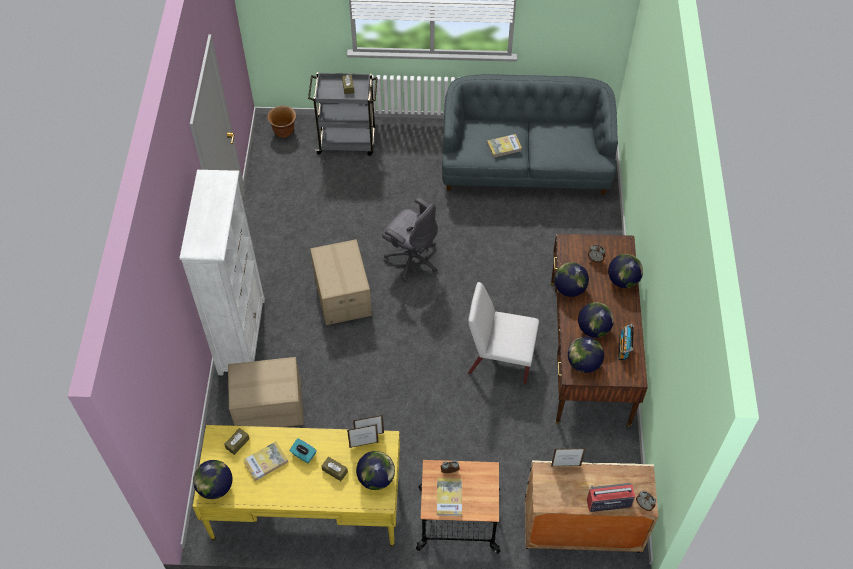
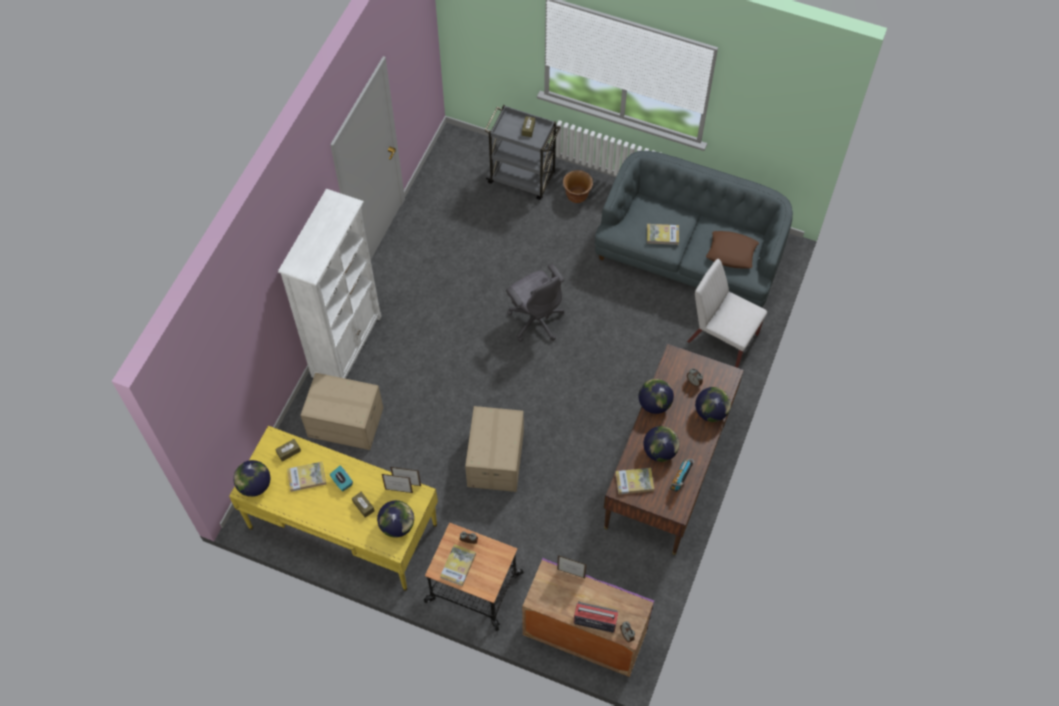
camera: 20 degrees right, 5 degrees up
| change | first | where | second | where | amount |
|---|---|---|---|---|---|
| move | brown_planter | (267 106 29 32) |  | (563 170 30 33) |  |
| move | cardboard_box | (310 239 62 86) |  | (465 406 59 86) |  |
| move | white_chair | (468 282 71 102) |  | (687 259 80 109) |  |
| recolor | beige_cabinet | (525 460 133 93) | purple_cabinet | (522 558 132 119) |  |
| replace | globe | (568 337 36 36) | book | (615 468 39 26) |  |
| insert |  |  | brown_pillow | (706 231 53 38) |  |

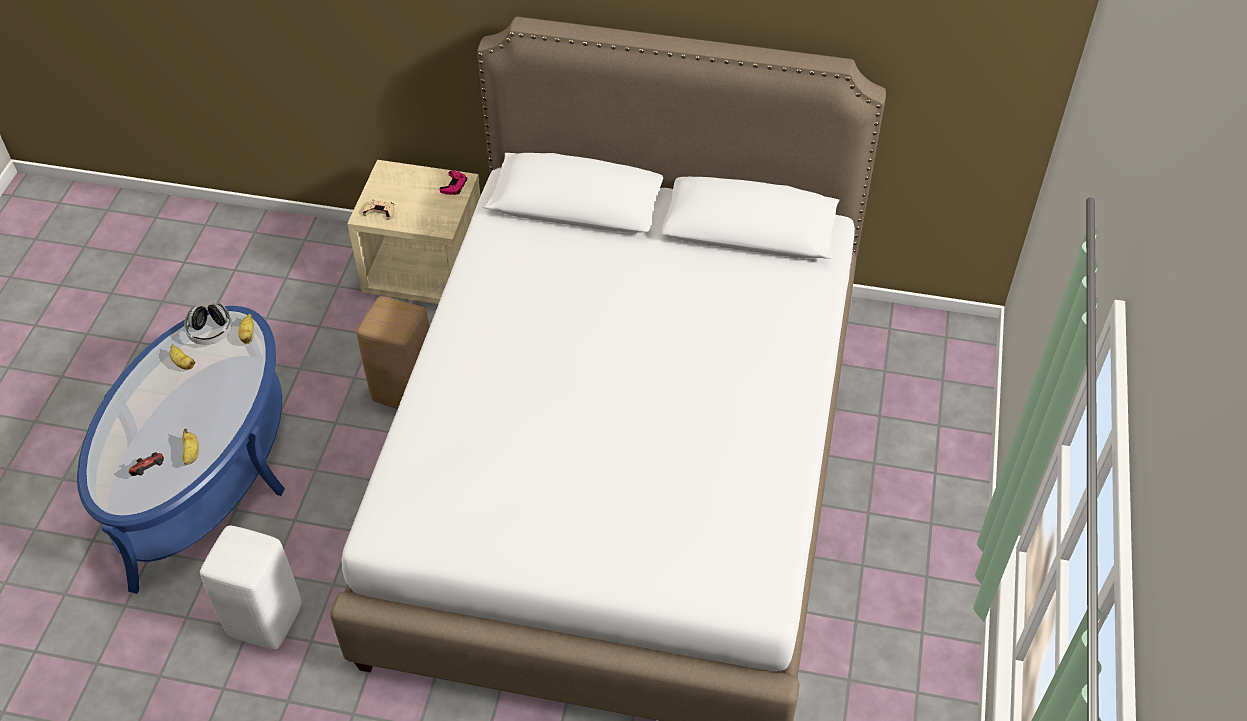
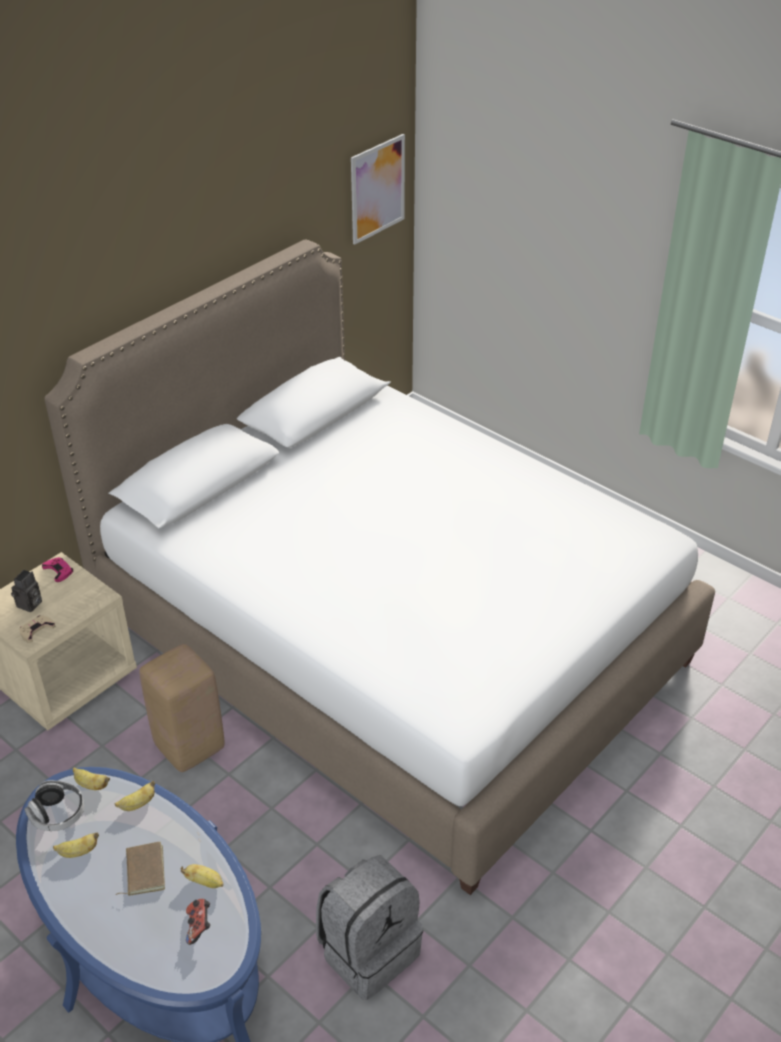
camera: 60 degrees left, 10 degrees down
| change | first | where | second | where | amount |
|---|---|---|---|---|---|
| replace | white_stool | (200 526 102 123) | grey_backpack | (316 855 107 145) |  |
| insert |  |  | photo_camera | (11 570 31 42) |  |
| insert |  |  | banana | (115 781 40 30) |  |
| insert |  |  | brown_book | (116 842 49 54) |  |
| insert |  |  | picture | (351 134 54 111) |  |

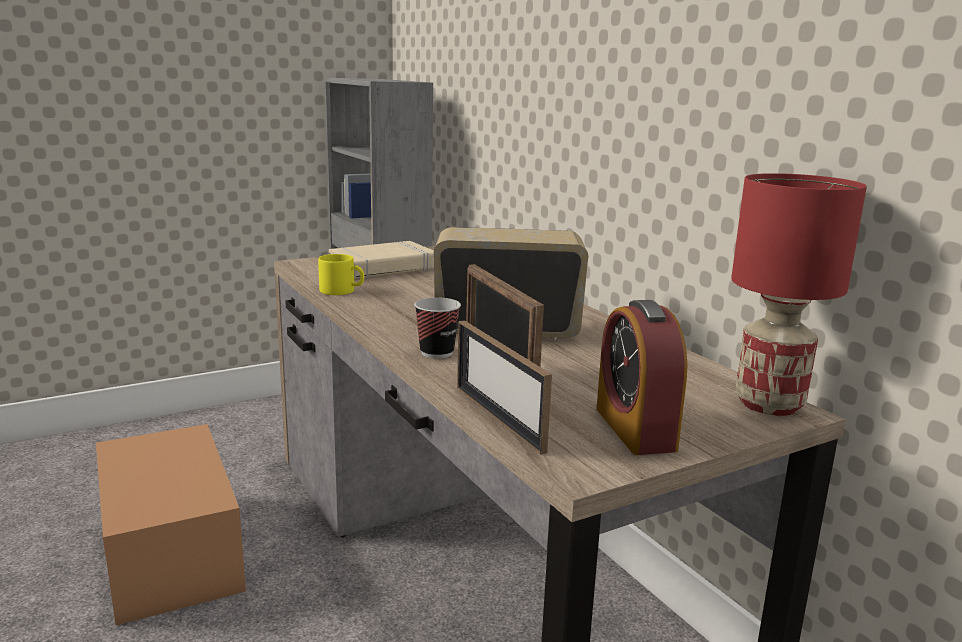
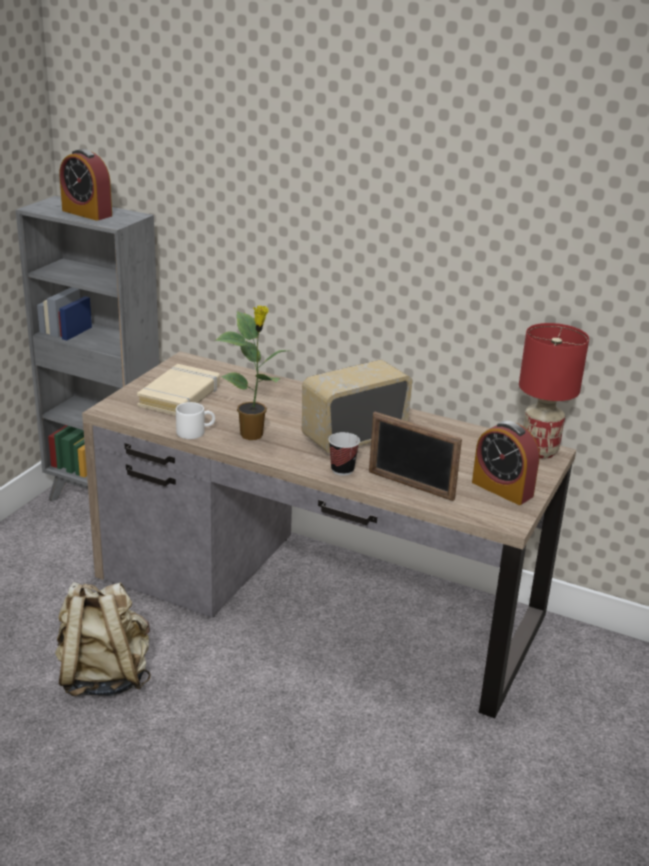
camera: 35 degrees left, 10 degrees up
| change | first | where | second | where | amount |
|---|---|---|---|---|---|
| replace | cardboard_box | (96 424 150 201) | beige_backpack | (55 582 96 114) |  |
| recolor | yellow_mug | (318 254 46 41) | white_mug | (176 402 39 37) |  |
| delete | picture_frame | (457 320 95 135) |  |  |  |
| insert |  |  | alarm_clock | (60 149 52 72) |  |
| insert |  |  | potted_plant | (215 305 72 135) |  |

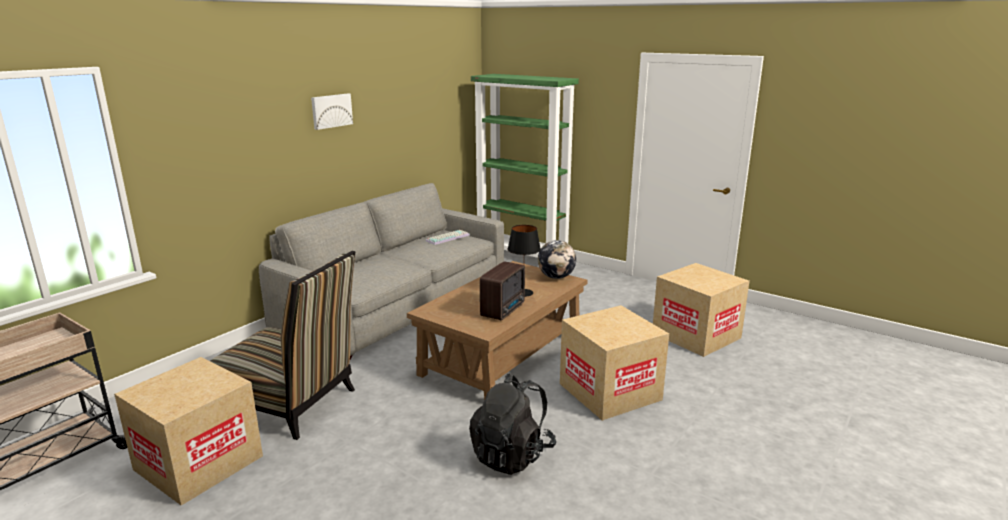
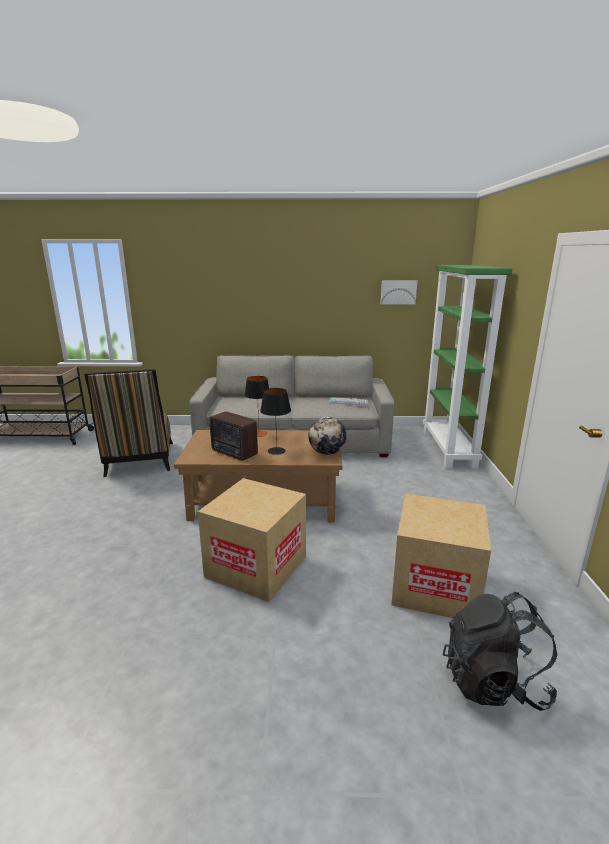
camera: 55 degrees right, 0 degrees up
| change | first | where | second | where | amount |
|---|---|---|---|---|---|
| delete | cardboard_box | (114 357 149 149) |  |  |  |
| move | picture | (311 94 42 36) |  | (381 280 36 25) |  |
| move | black_backpack | (469 373 87 102) |  | (443 592 114 119) |  |
| rotate | radio | (480 261 45 59) |  | (209 411 49 50) | 45 degrees clockwise |
| insert |  |  | table_lamp | (245 376 24 61) |  |

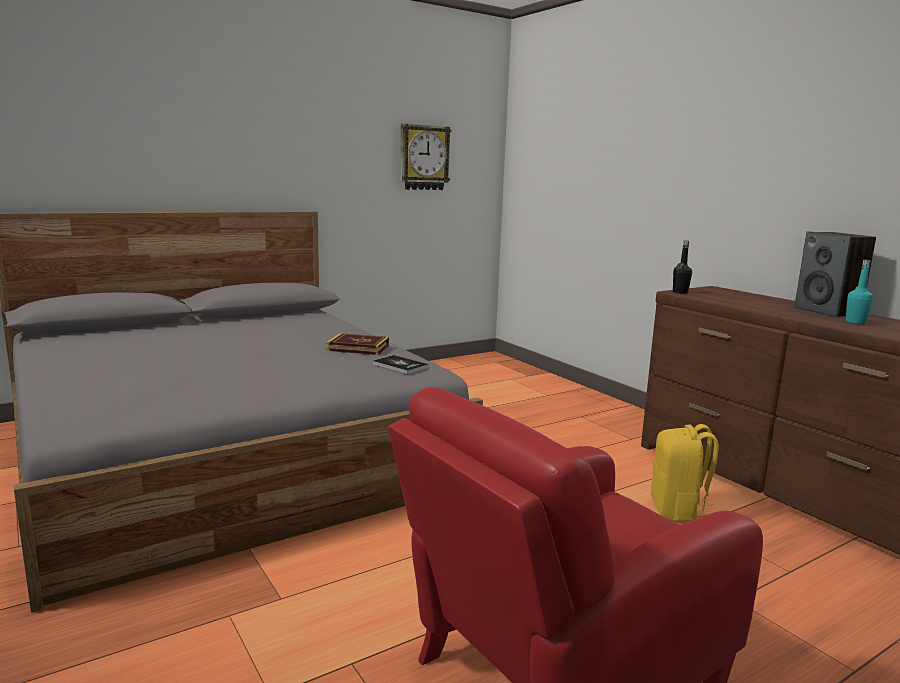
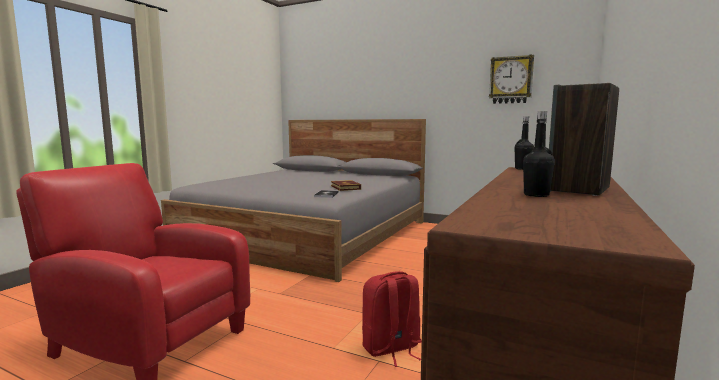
camera: 60 degrees right, 5 degrees down
| change | first | where | second | where | amount |
|---|---|---|---|---|---|
| recolor | yellow_backpack | (651 424 68 99) | red_backpack | (362 271 60 96) |  |
| recolor | turquoise_bottle | (846 260 27 64) | black_bottle | (523 111 32 86) |  |

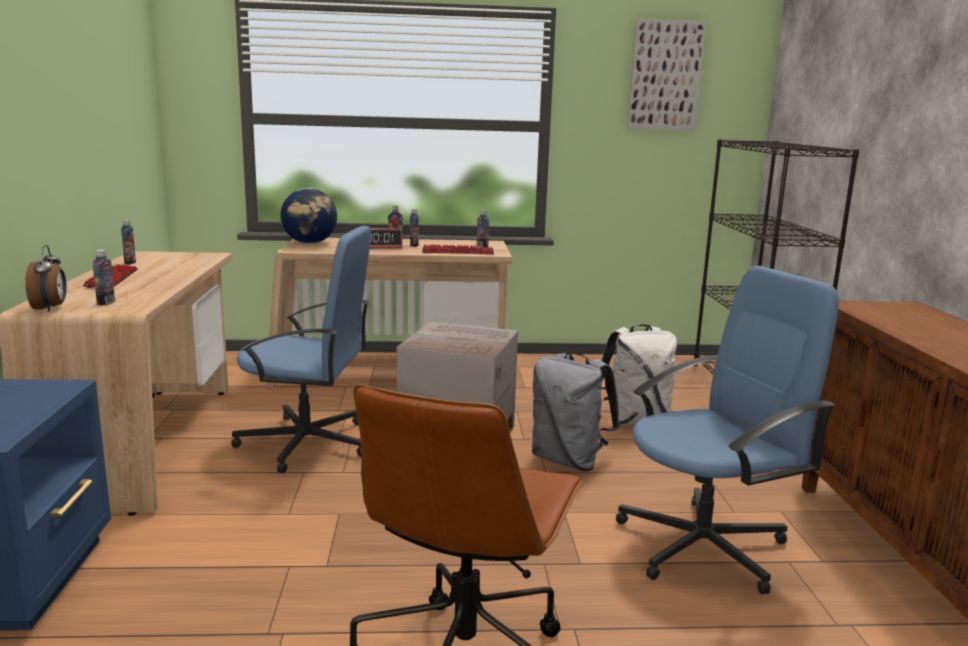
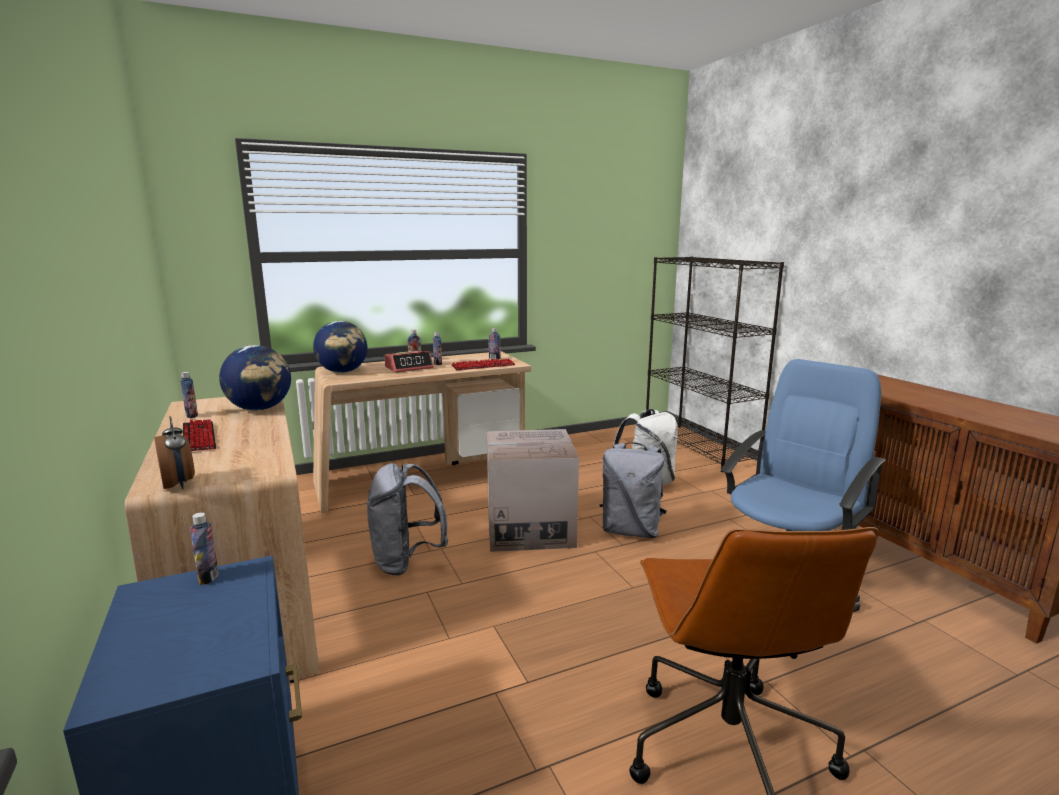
camera: 20 degrees left, 0 degrees up
| change | first | where | second | where | amount |
|---|---|---|---|---|---|
| move | bottle | (93 250 22 55) |  | (190 512 29 73) |  |
| replace | blue_office_chair | (231 226 140 247) | grey_backpack | (366 463 82 113) |  |
| delete | picture | (627 18 80 113) |  |  |  |
| insert |  |  | globe | (219 345 72 66) |  |

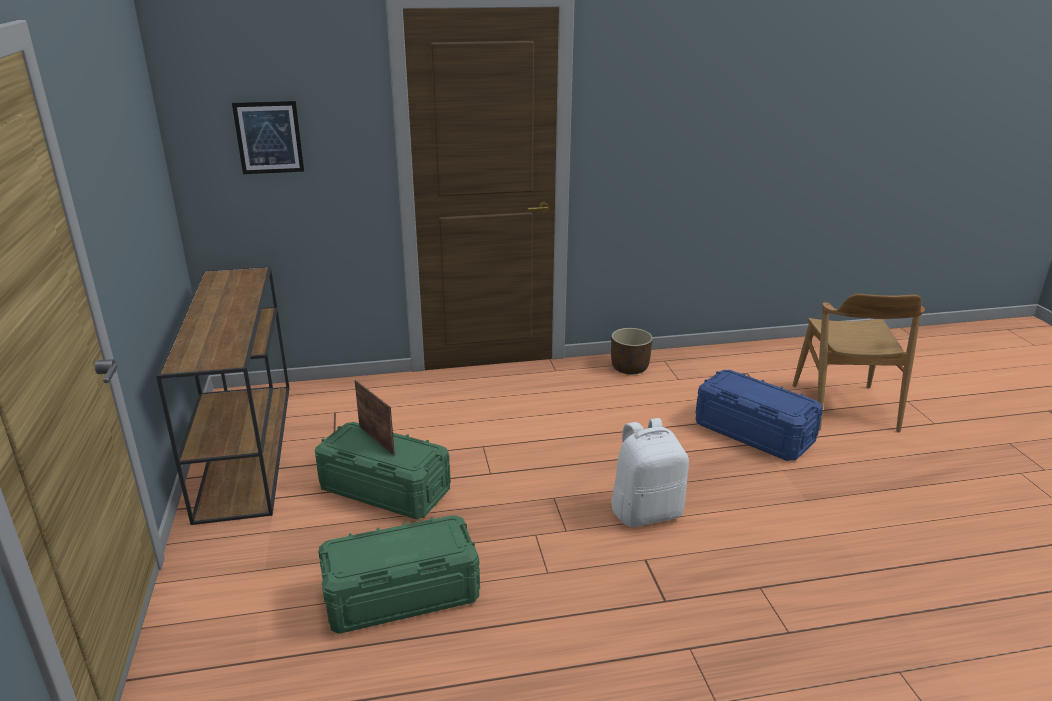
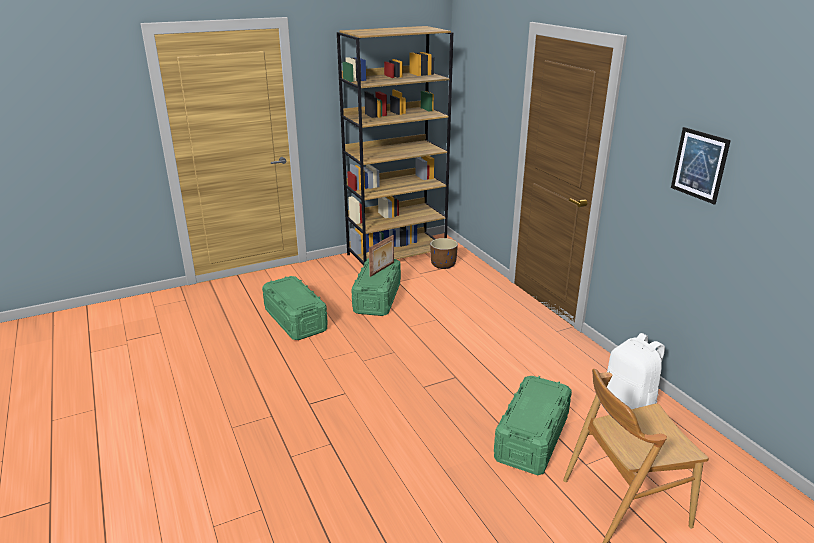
camera: 75 degrees right, 0 degrees up
| change | first | where | second | where | amount |
|---|---|---|---|---|---|
| replace | brown_console_table | (156 266 134 259) | brown_bookcase | (337 26 116 239) |  |
| move | picture | (232 101 72 73) |  | (671 127 60 78) |  |
| move | brown_planter | (611 328 42 47) |  | (430 238 28 31) |  |
| move | white_backpack | (611 418 78 109) |  | (607 333 58 76) |  |
| recolor | blue_storage_box | (696 370 127 91) | green_storage_box | (494 376 78 99) |  |

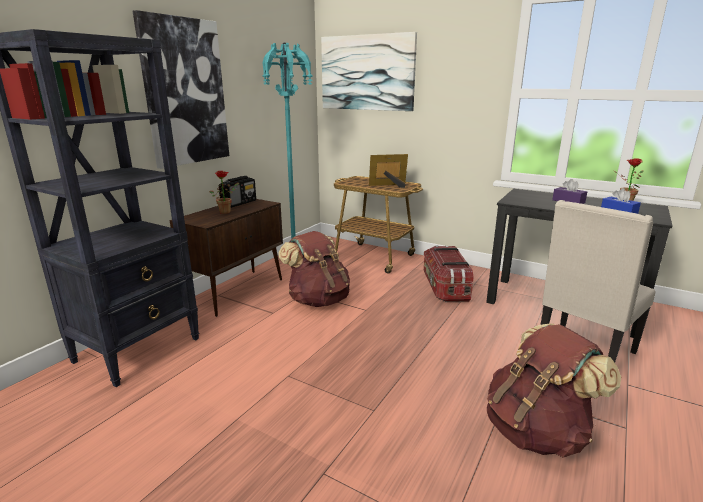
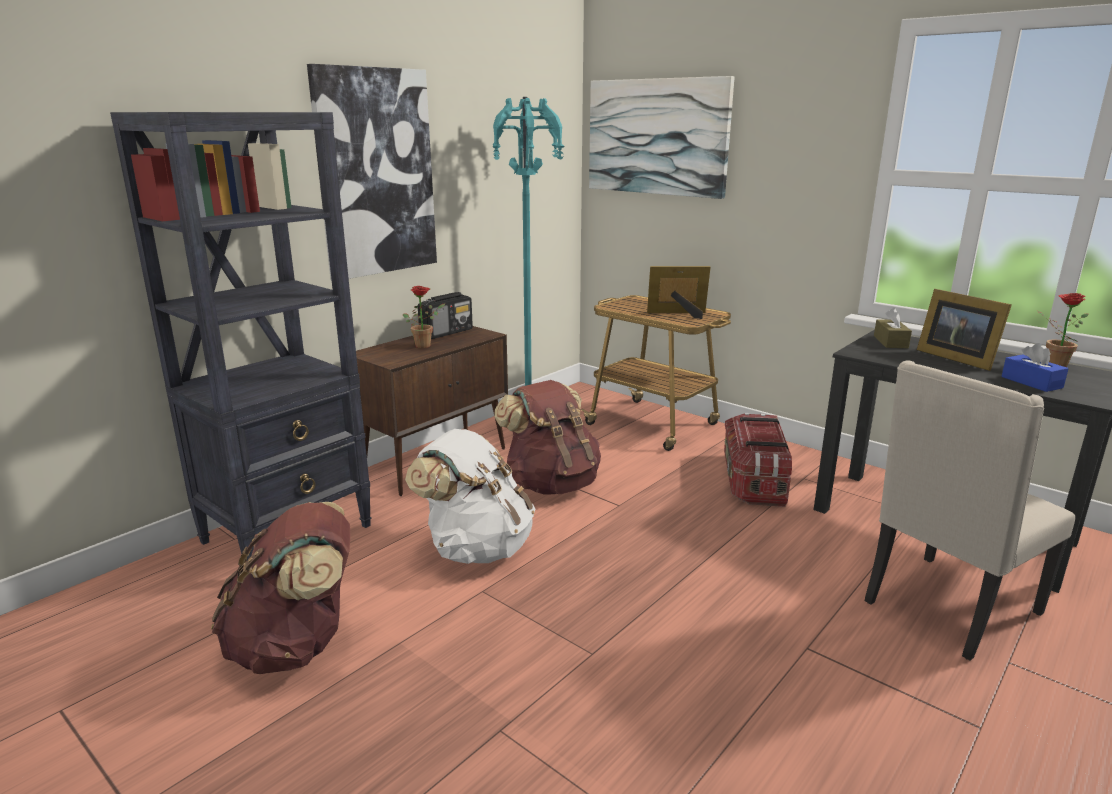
camera: 10 degrees right, 0 degrees up
| change | first | where | second | where | amount |
|---|---|---|---|---|---|
| move | brown_backpack | (487 323 134 135) |  | (211 502 139 172) |  |
| replace | purple_tissue_box | (552 179 35 25) | picture_frame | (917 289 95 82) |  |
| insert |  |  | white_backpack | (405 429 130 135) |  |
| insert |  |  | brown_tissue_box | (874 308 38 40) |  |

